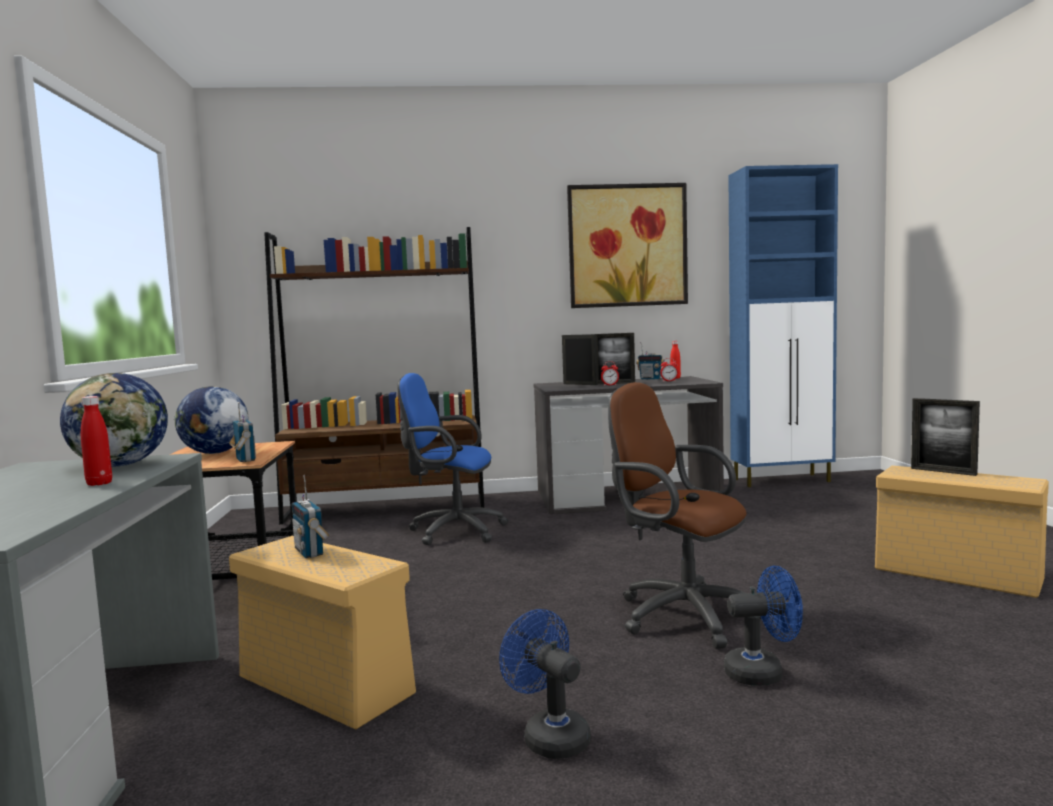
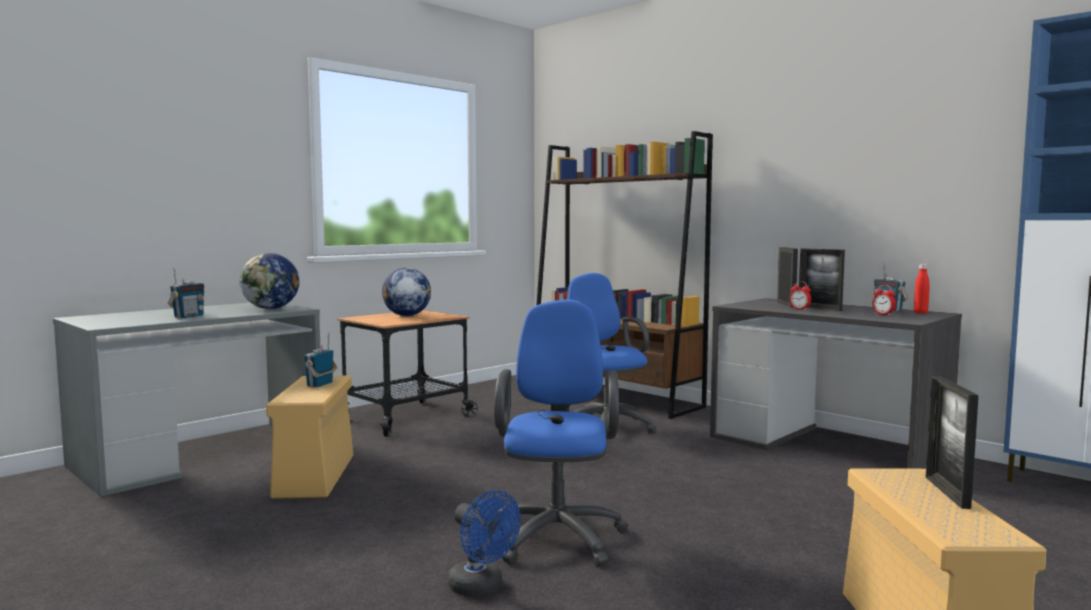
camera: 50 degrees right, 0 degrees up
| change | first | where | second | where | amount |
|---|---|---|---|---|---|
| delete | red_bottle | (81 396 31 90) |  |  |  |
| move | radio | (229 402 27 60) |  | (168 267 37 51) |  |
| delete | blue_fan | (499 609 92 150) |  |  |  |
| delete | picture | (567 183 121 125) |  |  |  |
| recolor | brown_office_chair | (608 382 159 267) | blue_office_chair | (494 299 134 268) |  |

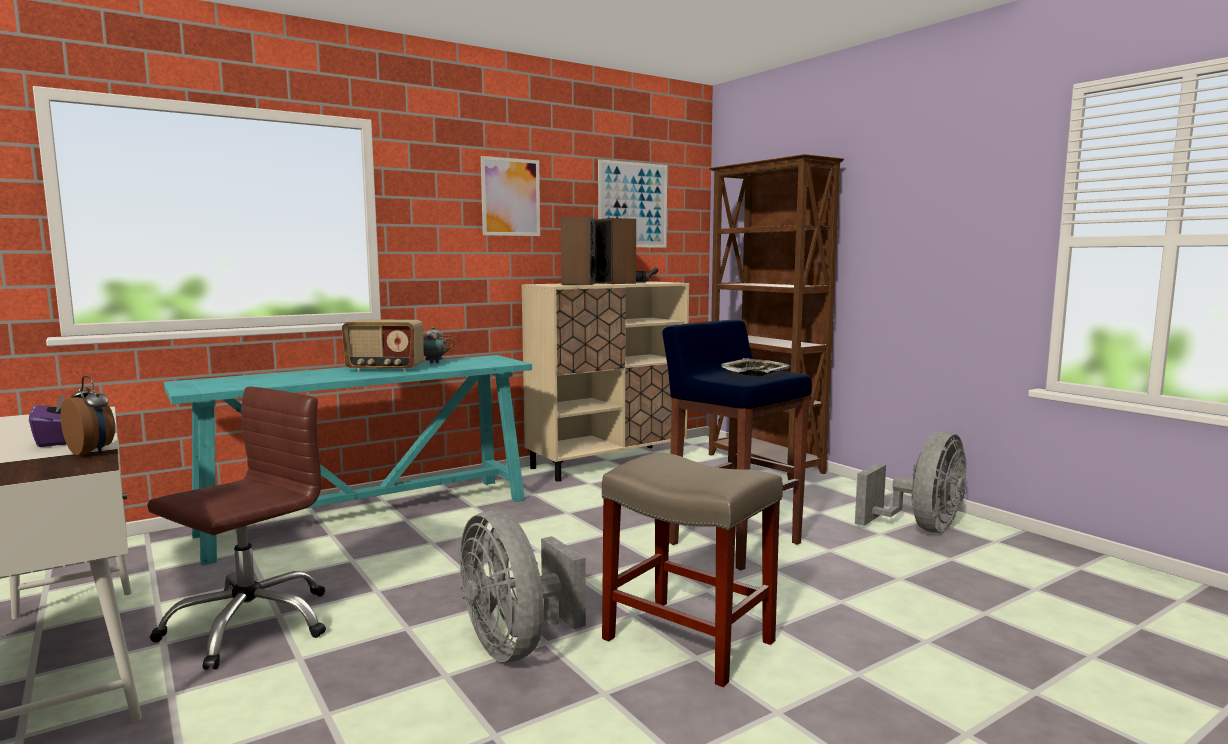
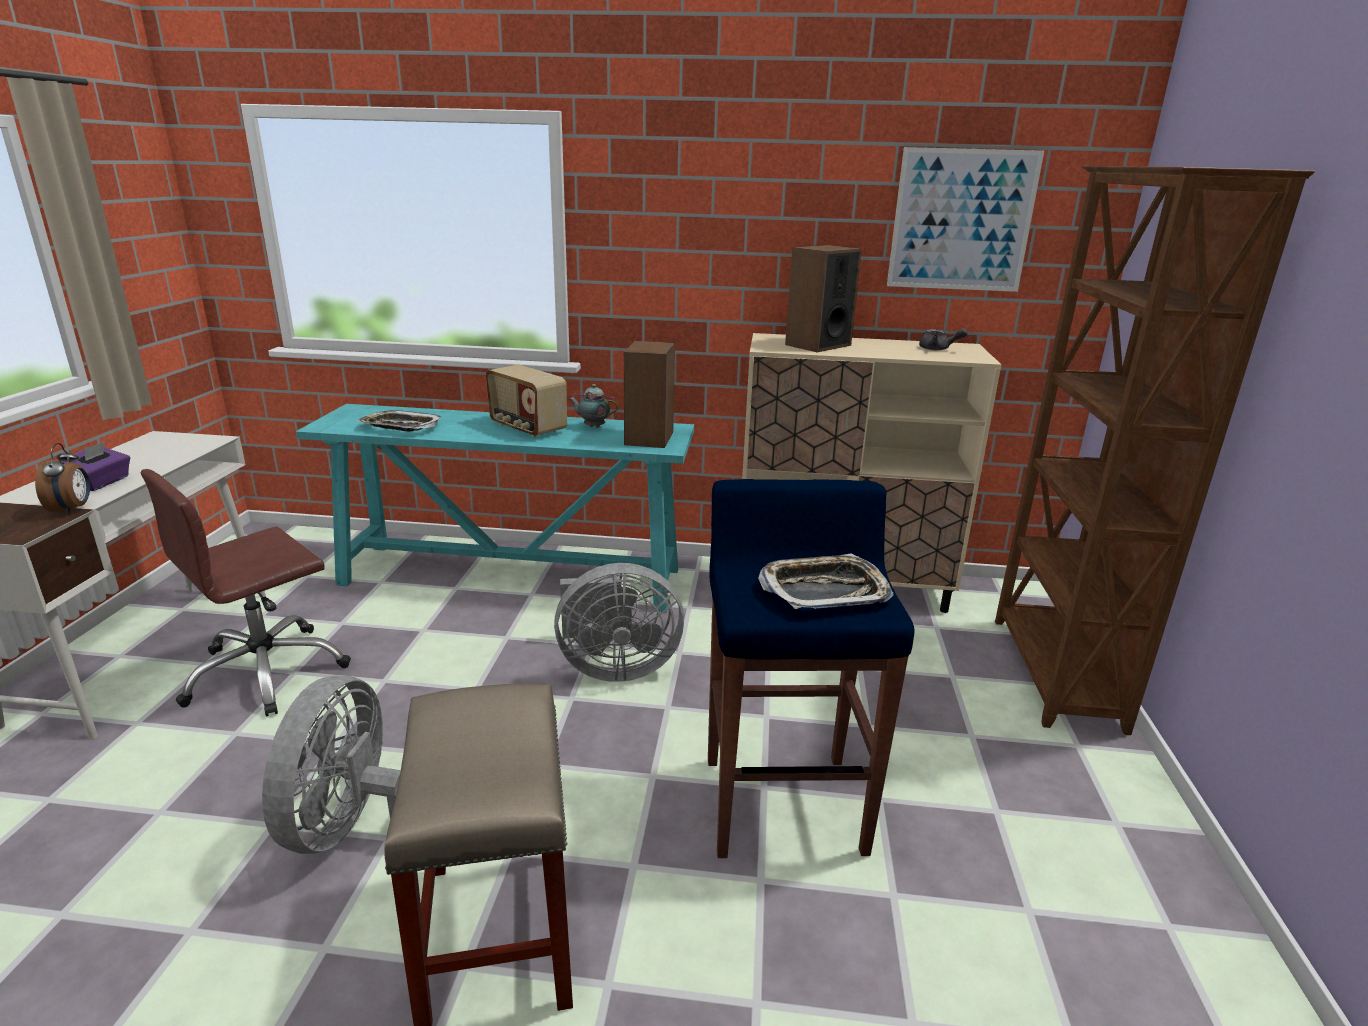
camera: 40 degrees right, 15 degrees up
| change | first | where | second | where | amount |
|---|---|---|---|---|---|
| rotate | brown_office_chair | (147 386 179 284) |  | (141 469 210 248) | 150 degrees clockwise |
| delete | picture | (481 156 59 80) |  |  |  |
| move | speaker | (596 218 40 66) |  | (624 341 51 107) |  |
| move | grey_fan | (855 431 112 102) |  | (554 563 130 119) |  |
| insert |  |  | tray | (358 410 83 22) |  |

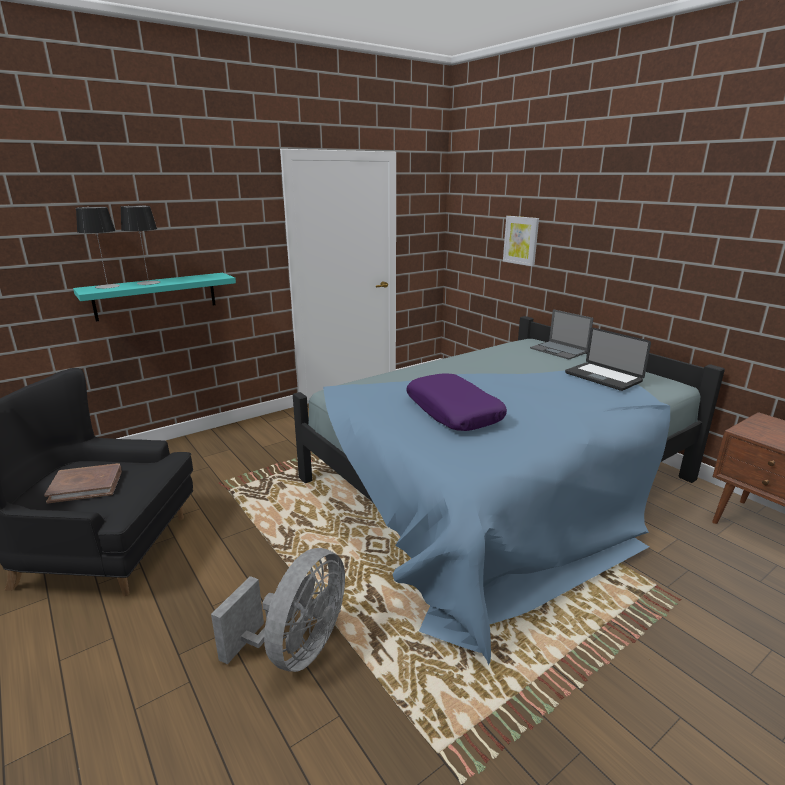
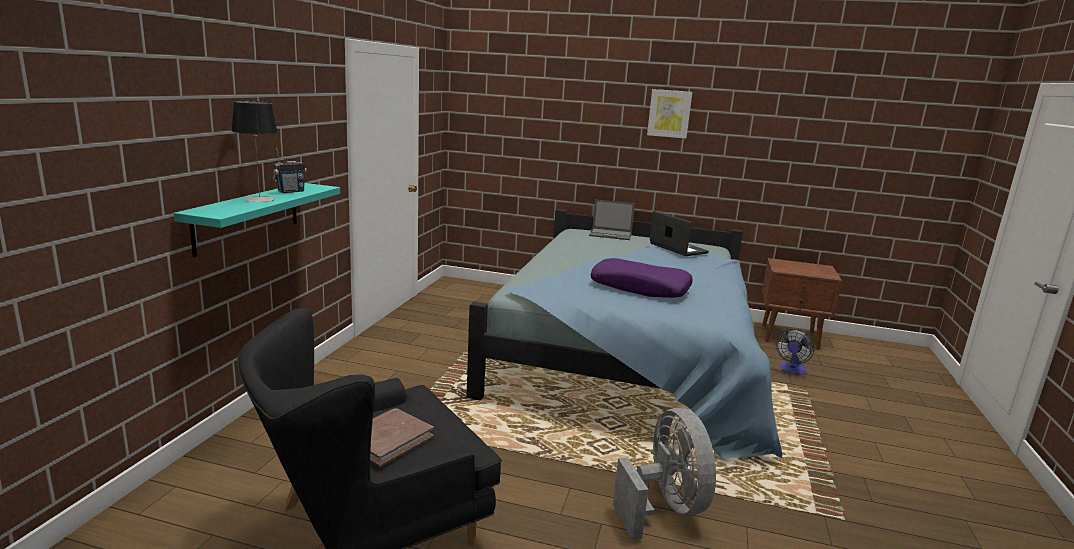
camera: 40 degrees left, 5 degrees down
| change | first | where | second | where | amount |
|---|---|---|---|---|---|
| delete | table_lamp | (76 207 44 82) |  |  |  |
| move | picture | (503 216 36 50) |  | (647 89 45 50) |  |
| rotate | laptop | (565 327 86 64) |  | (650 211 59 45) | 135 degrees counterclockwise |
| insert |  |  | radio | (272 148 35 45) |  |
| insert |  |  | fan | (776 329 38 45) |  |

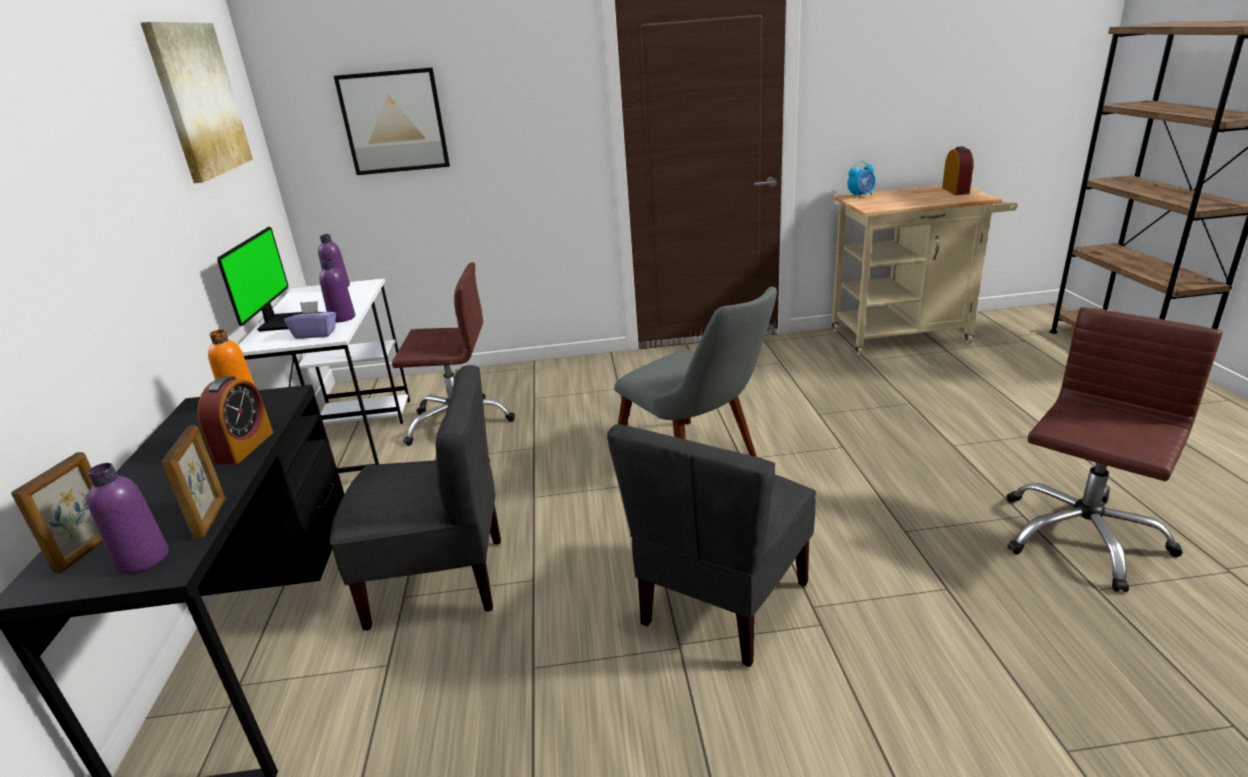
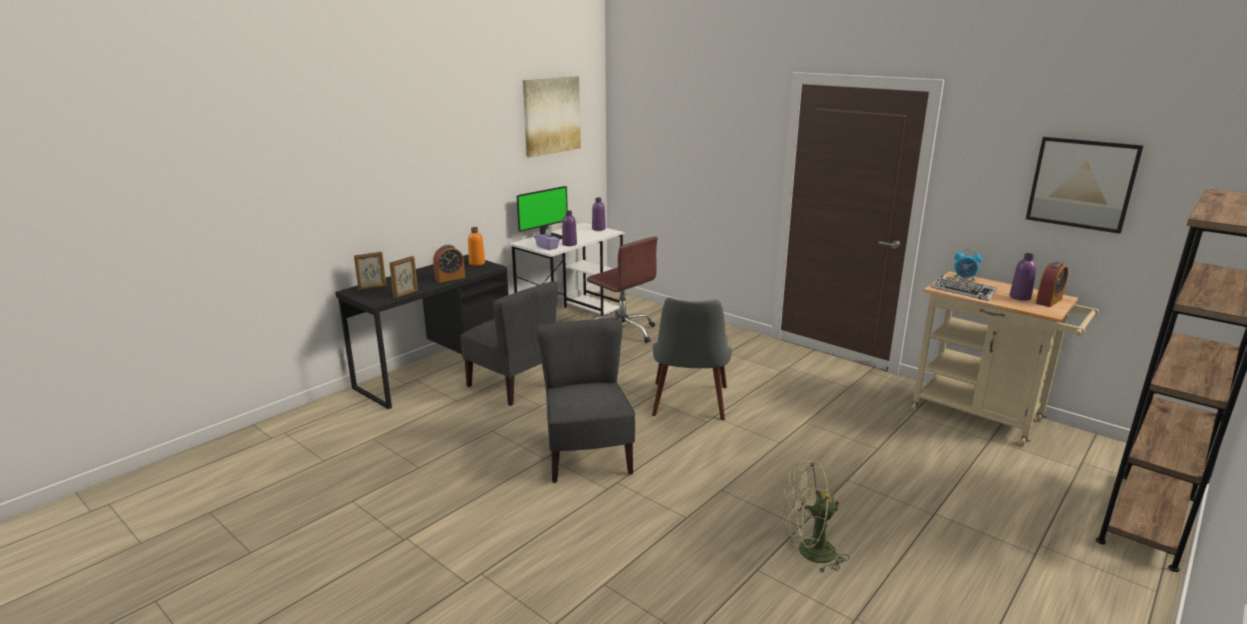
camera: 45 degrees right, 5 degrees down
| change | first | where | second | where | amount |
|---|---|---|---|---|---|
| move | purple_bottle | (87 463 81 112) |  | (1010 253 26 48) |  |
| move | picture | (334 67 116 108) |  | (1026 137 118 97) |  |
| rotate | grey_chair | (607 424 209 243) |  | (536 319 99 164) | 90 degrees clockwise |
| replace | brown_office_chair | (1007 307 216 285) | green_fan | (782 460 67 114) |  |
| insert |  |  | keyboard | (932 275 65 26) |  |

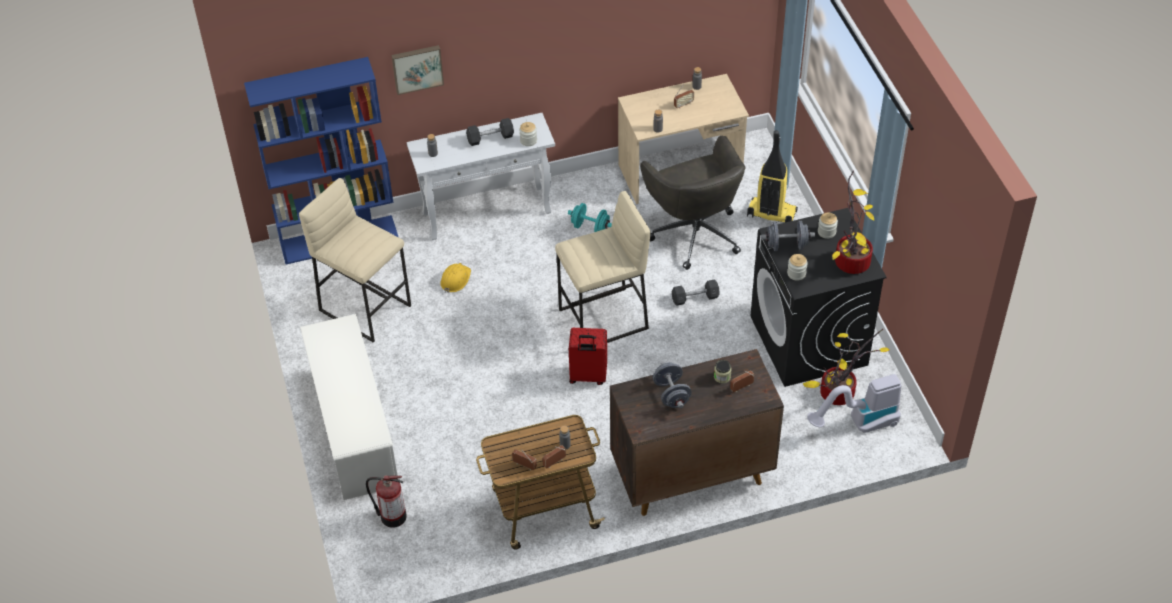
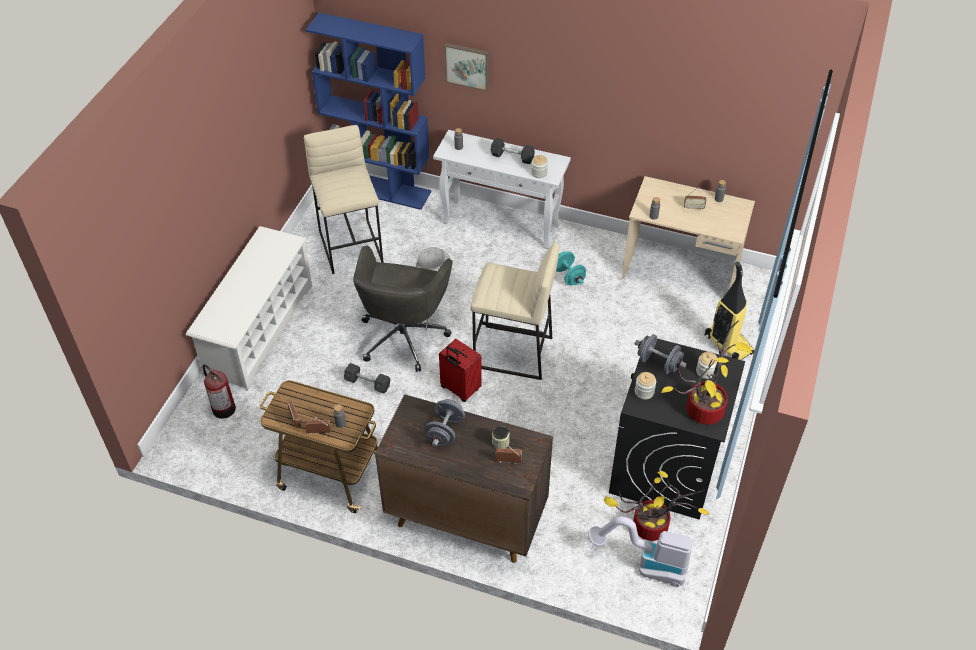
camera: 35 degrees right, 0 degrees up
| change | first | where | second | where | amount |
|---|---|---|---|---|---|
| recolor | yellow_hard_hat | (440 263 31 29) | white_hard_hat | (416 247 34 23) |  |
| move | grey_office_chair | (640 136 106 134) |  | (353 245 100 127) |  |
| move | grey_dumbbell | (672 279 48 27) |  | (344 363 46 30) |  |

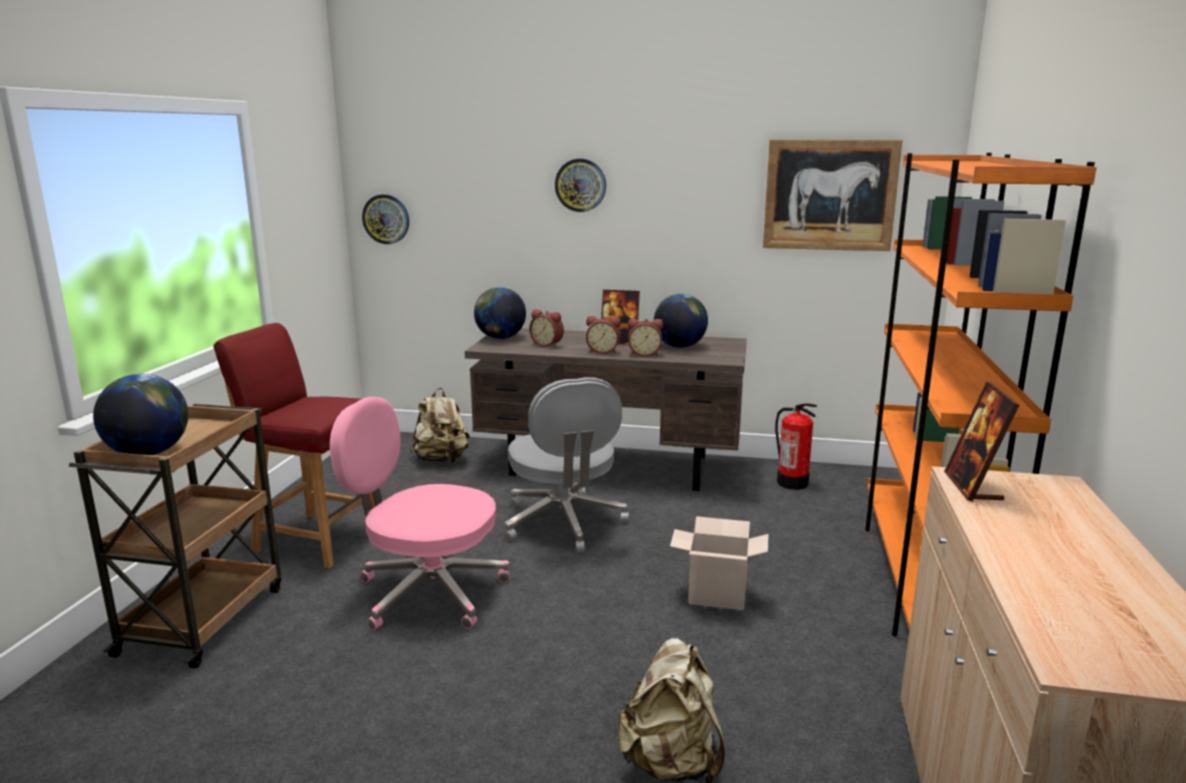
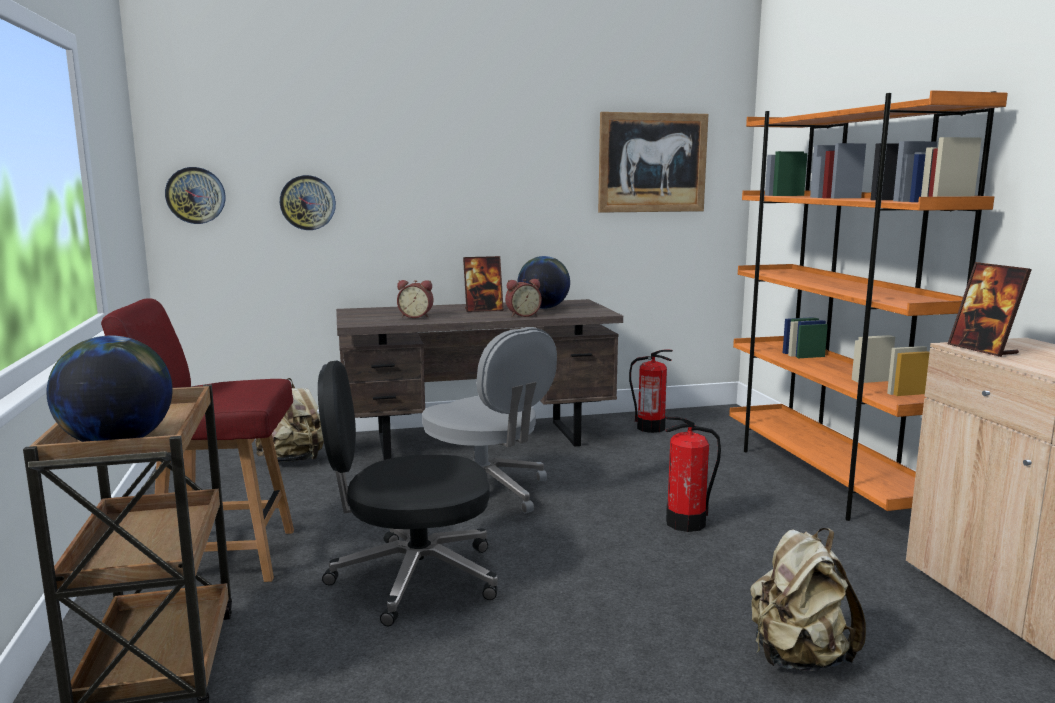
camera: 25 degrees left, 5 degrees down
| change | first | where | second | where | amount |
|---|---|---|---|---|---|
| recolor | pink_office_chair | (330 397 180 233) | black_office_chair | (318 360 180 266) |  |
| delete | globe | (474 287 52 52) |  |  |  |
| move | wall_clock | (555 159 51 53) |  | (280 175 56 55) |  |
| delete | alarm_clock | (586 316 35 38) |  |  |  |
| replace | cardboard_box | (670 516 98 94) | fire_extinguisher | (666 416 55 116) |  |

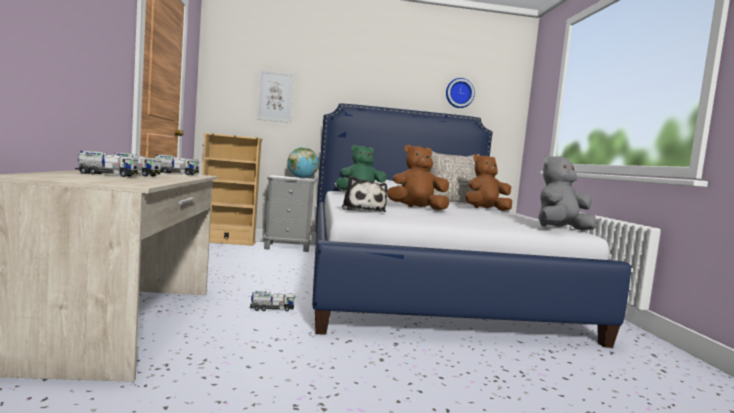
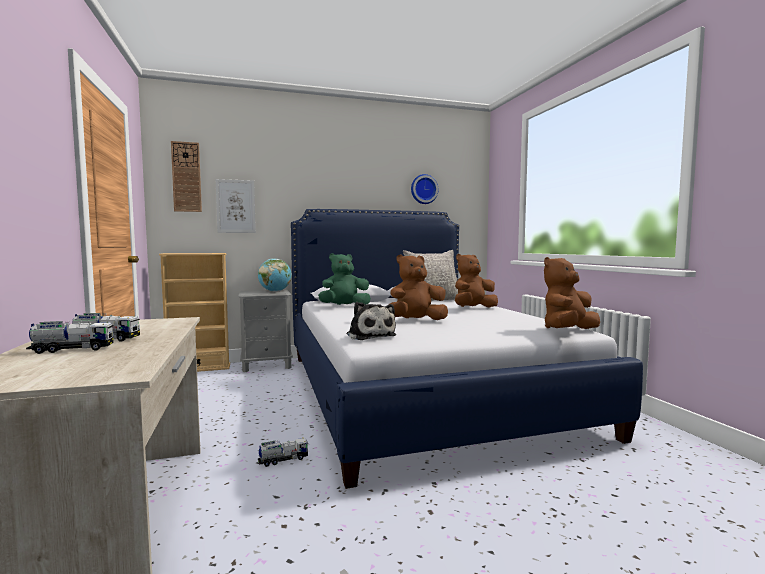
camera: 10 degrees left, 0 degrees up
| change | first | where | second | where | amount |
|---|---|---|---|---|---|
| delete | toy_truck | (155 155 44 20) |  |  |  |
| recolor | grey_plush_toy | (538 154 58 77) | brown_plush_toy | (544 257 56 72) |  |
| insert |  |  | wall_clock | (171 141 31 71) |  |

